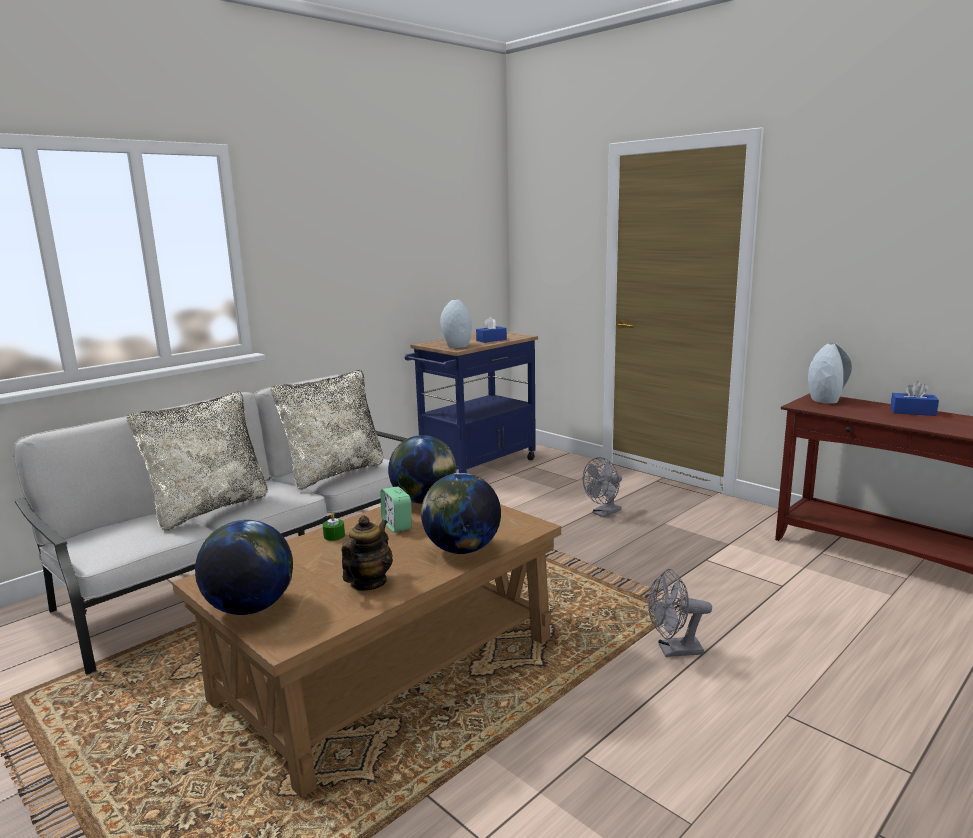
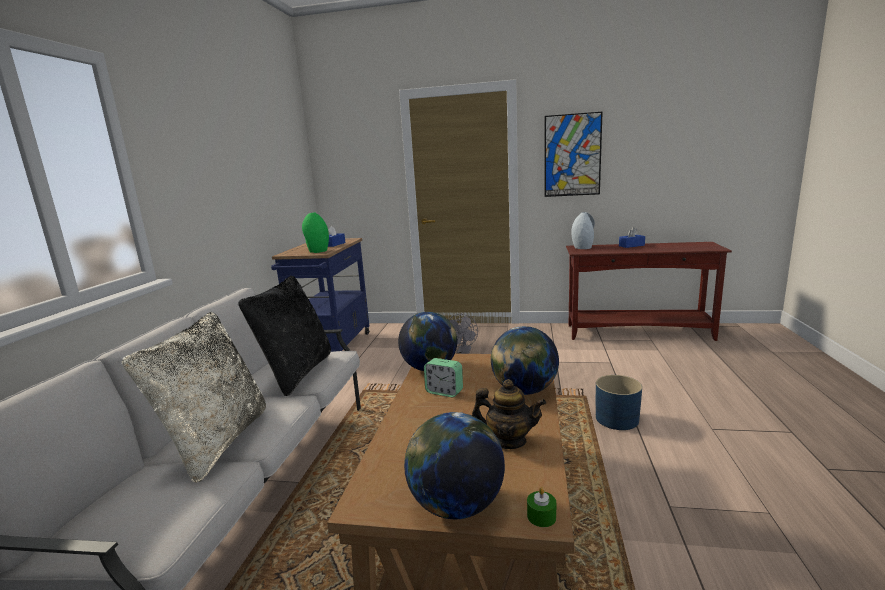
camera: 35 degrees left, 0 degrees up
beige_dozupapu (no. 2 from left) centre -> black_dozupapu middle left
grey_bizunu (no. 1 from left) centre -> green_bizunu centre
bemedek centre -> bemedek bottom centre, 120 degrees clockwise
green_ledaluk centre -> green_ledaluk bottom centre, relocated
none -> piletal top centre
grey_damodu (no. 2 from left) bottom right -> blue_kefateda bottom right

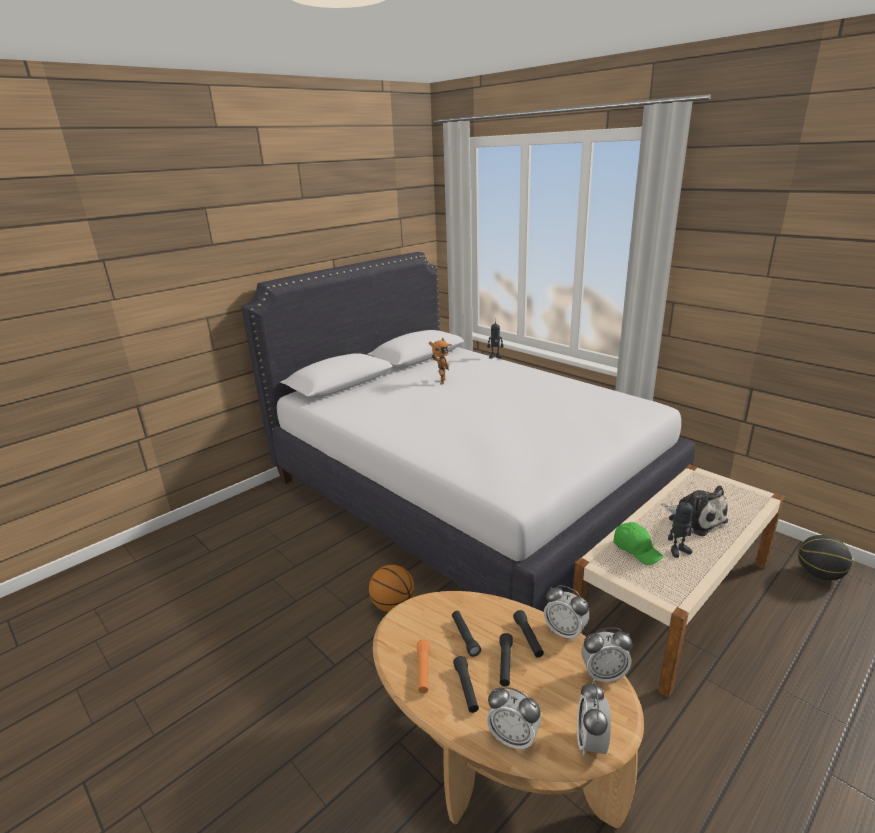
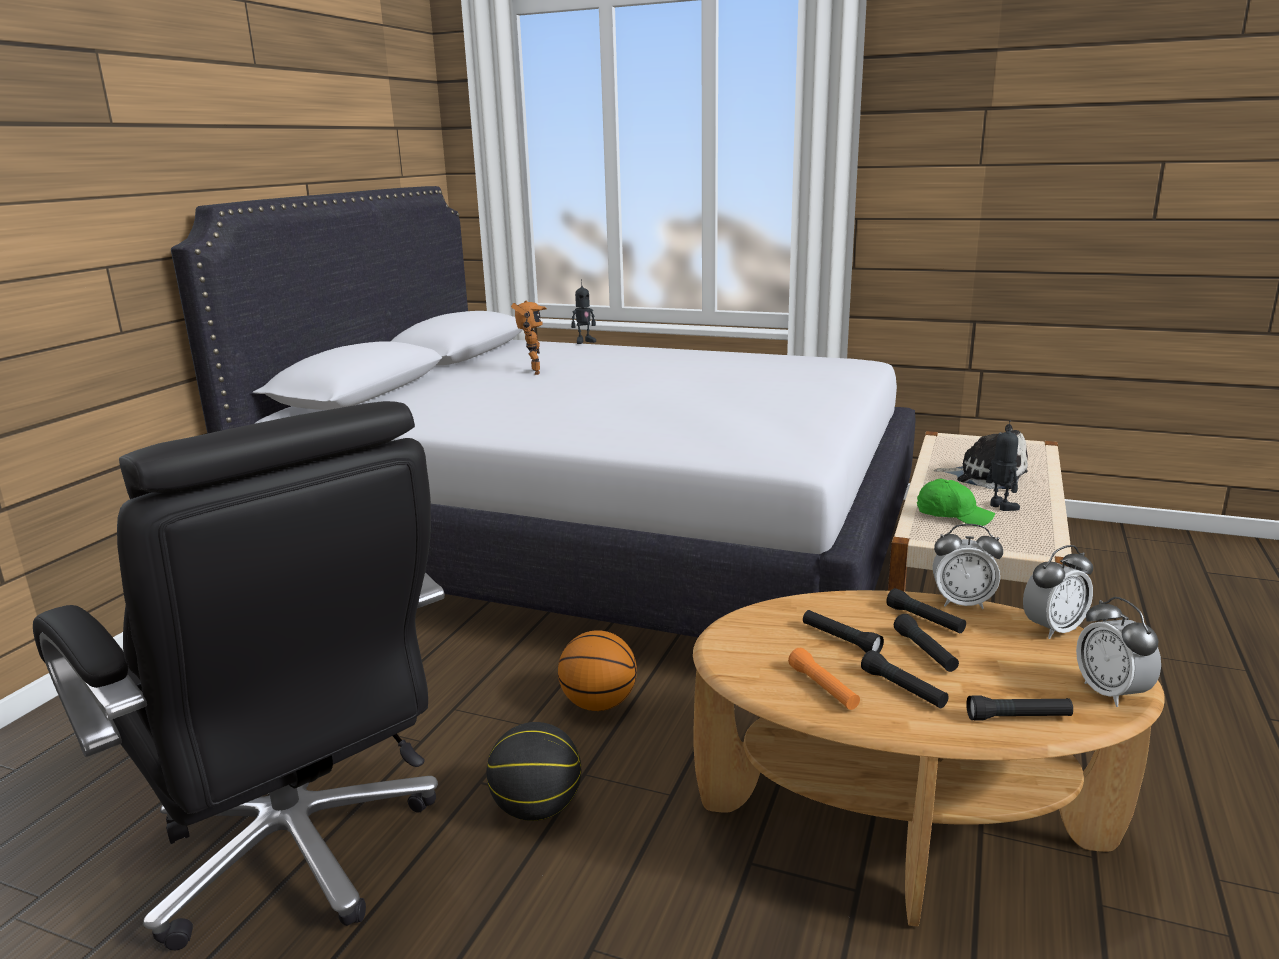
camera: 25 degrees left, 5 degrees down
none -> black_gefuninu bottom left
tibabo (no. 2 from left in the first image) bottom right -> tibabo (no. 1 from left) bottom centre, relocated
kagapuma (no. 1 from left) bottom centre -> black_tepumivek (no. 5 from left) bottom right
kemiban (no. 3 from left) middle right, 75 degrees counterclockwise

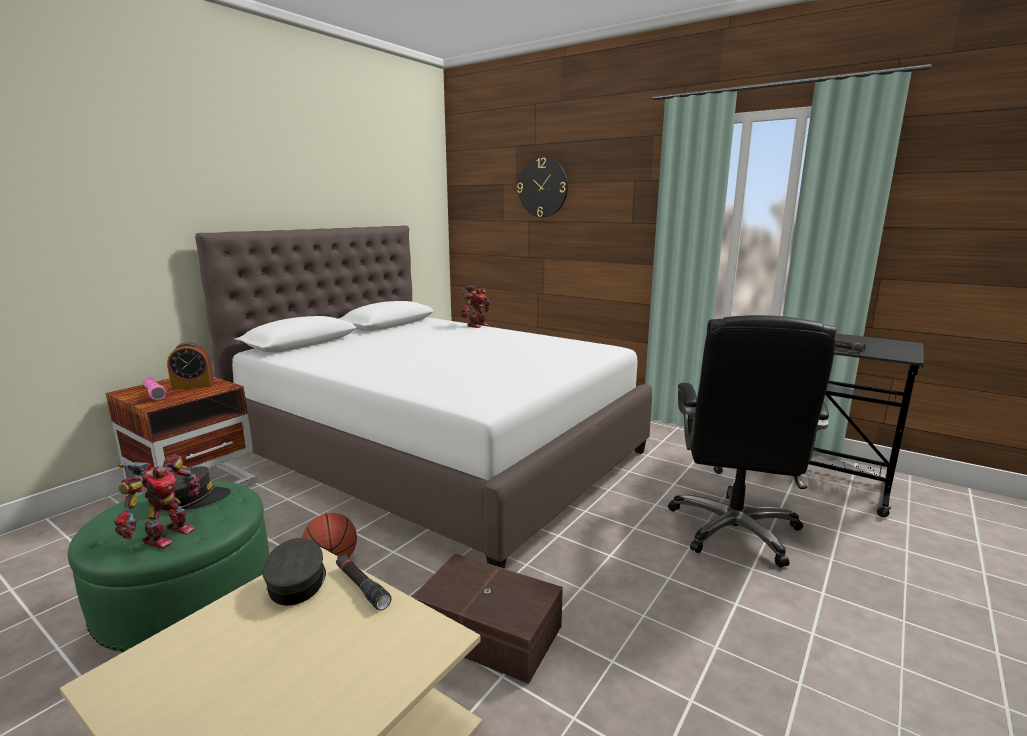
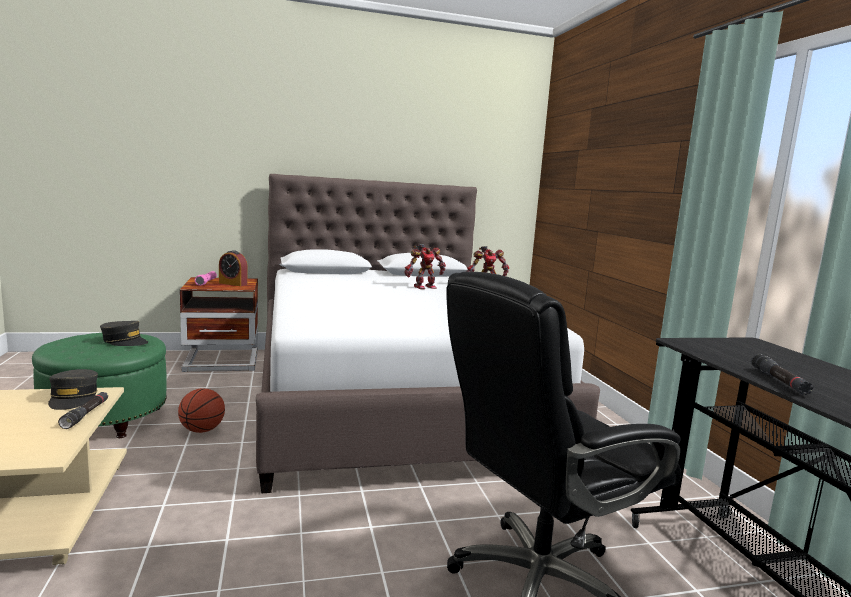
camera: 40 degrees right, 5 degrees down
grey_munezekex (no. 2 from left in the first image) bottom left -> grey_munezekex (no. 1 from left) middle left, 135 degrees clockwise
kemiban (no. 1 from left) bottom left -> kemiban (no. 1 from left) centre, relocated
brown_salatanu bottom centre -> none
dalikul top centre -> none

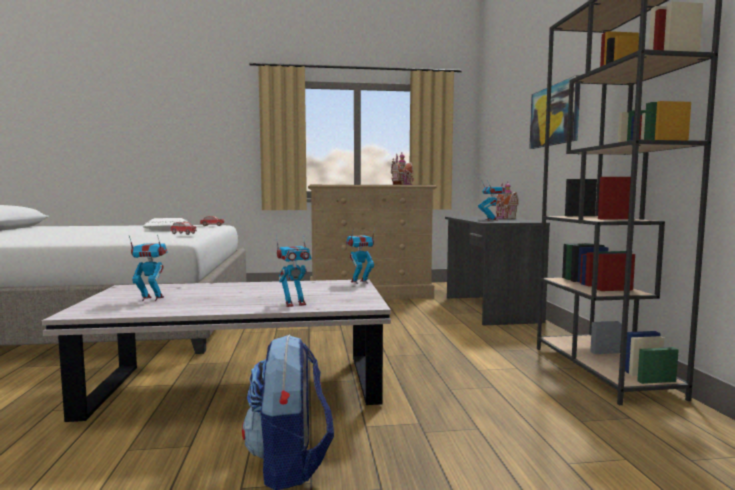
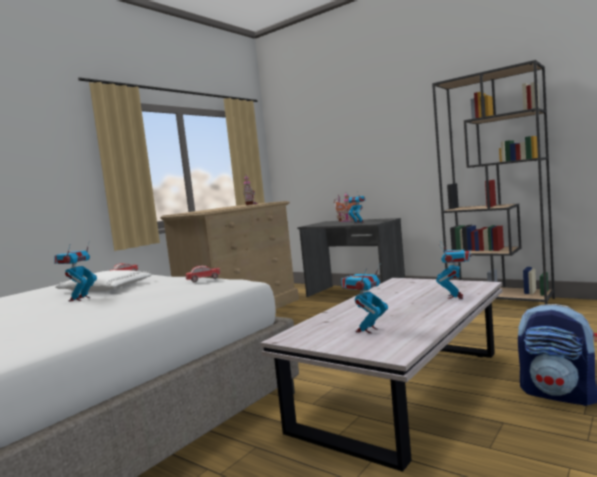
camera: 45 degrees left, 0 degrees up
kemiban (no. 3 from left in the first image) centre -> kemiban (no. 1 from left) middle left, relocated
piletal top right -> none

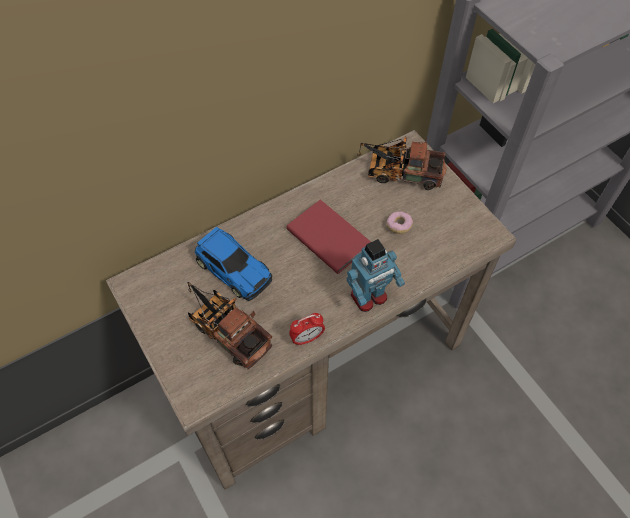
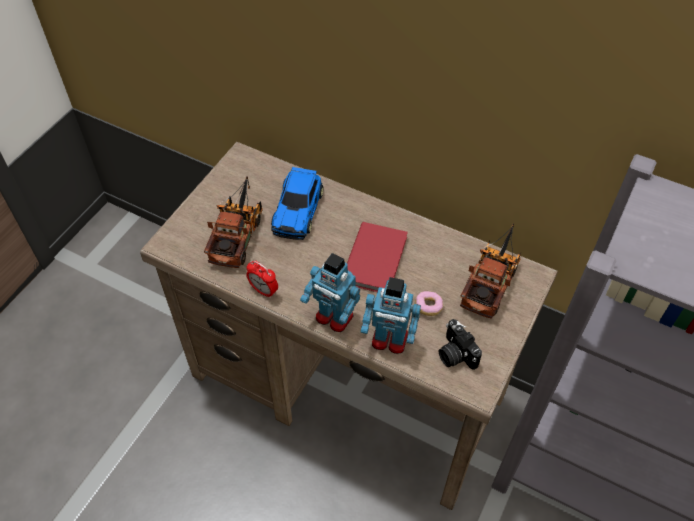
camera: 60 degrees right, 5 degrees down
none -> kemiban (no. 2 from left) centre
none -> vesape centre
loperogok (no. 2 from left) top centre -> loperogok (no. 2 from left) middle right, 45 degrees clockwise

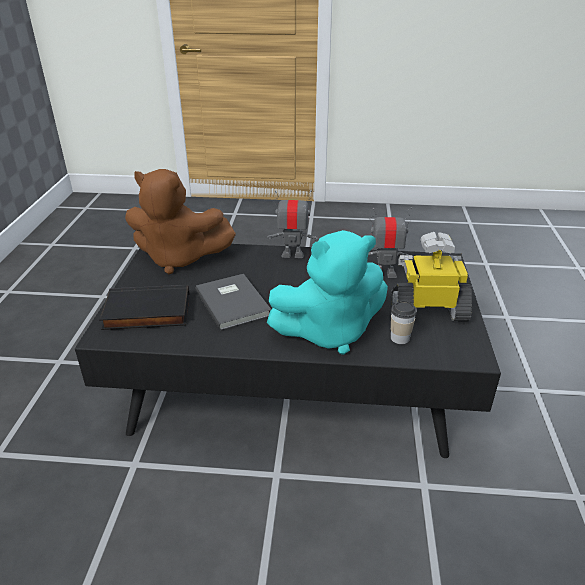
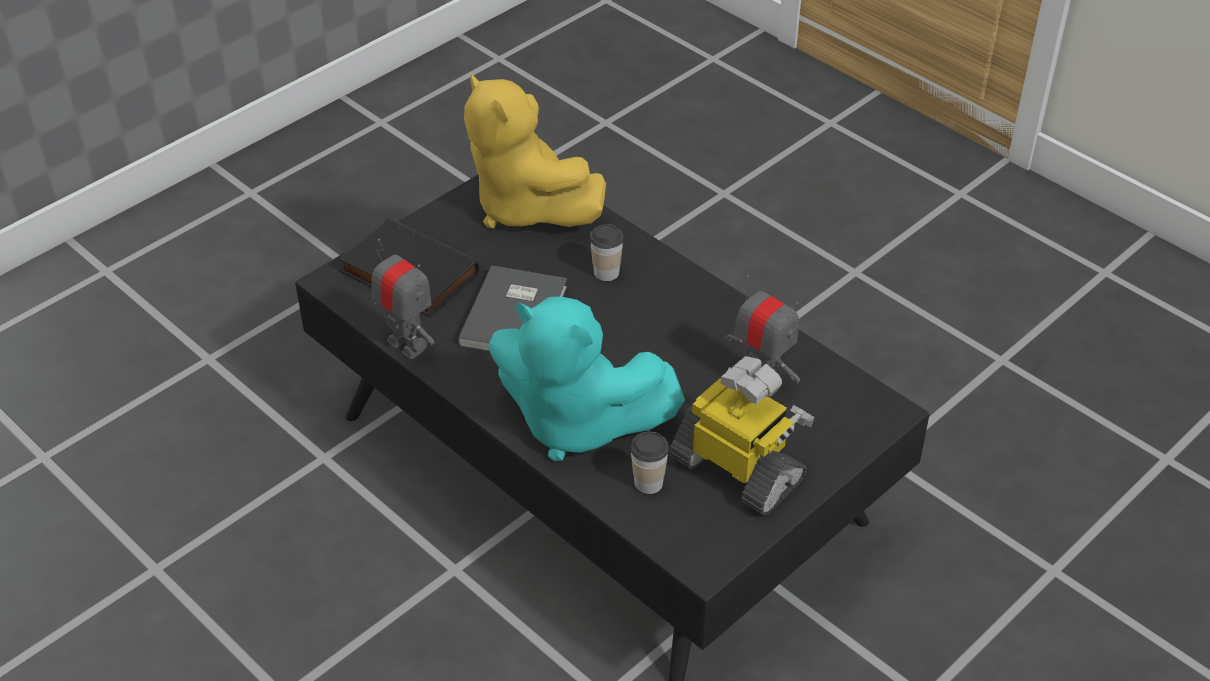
camera: 40 degrees right, 10 degrees up
kemiban (no. 1 from left) centre -> kemiban (no. 1 from left) middle left, relocated
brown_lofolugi middle left -> yellow_lofolugi top centre
none -> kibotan (no. 1 from left) centre

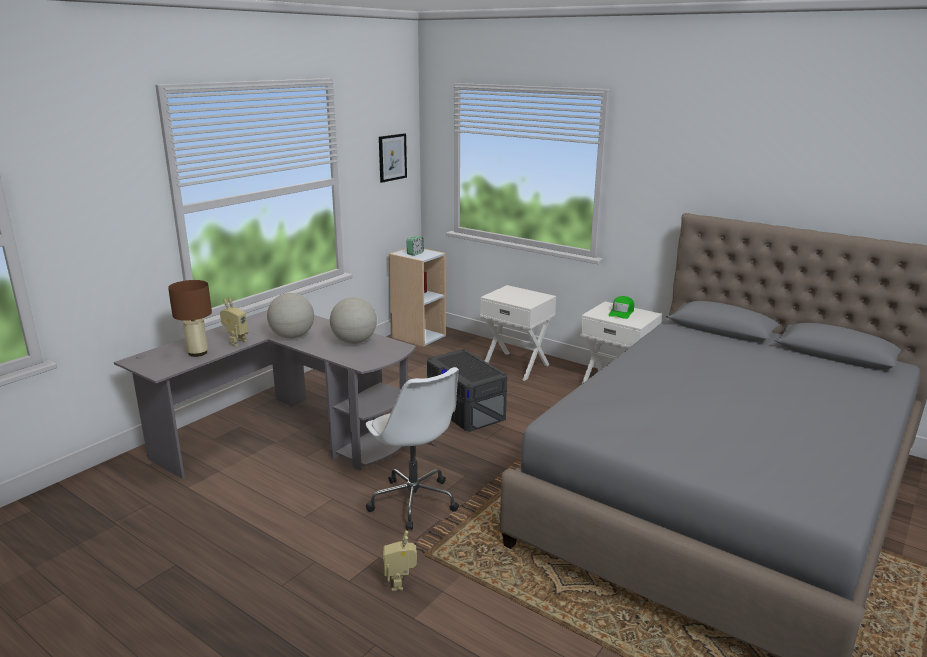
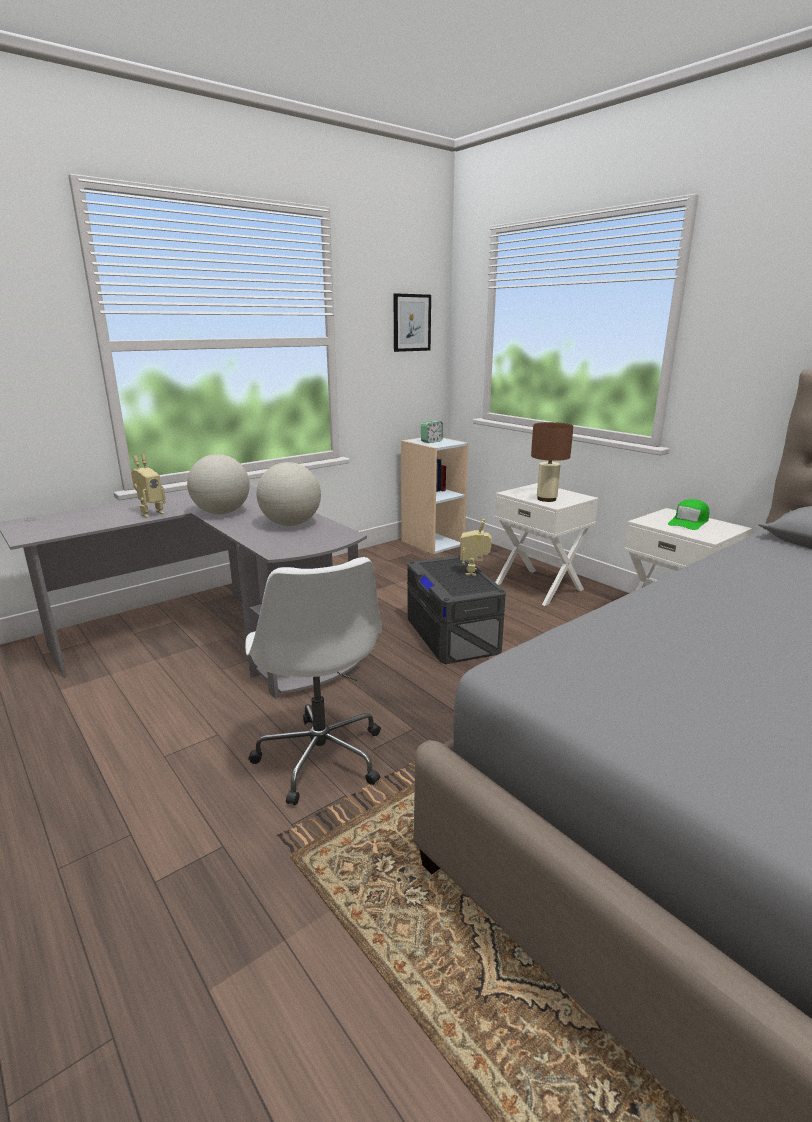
camera: 15 degrees right, 0 degrees up
kemiban (no. 2 from left) bottom centre -> kemiban (no. 2 from left) centre, relocated
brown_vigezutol middle left -> brown_vigezutol middle right, relocated

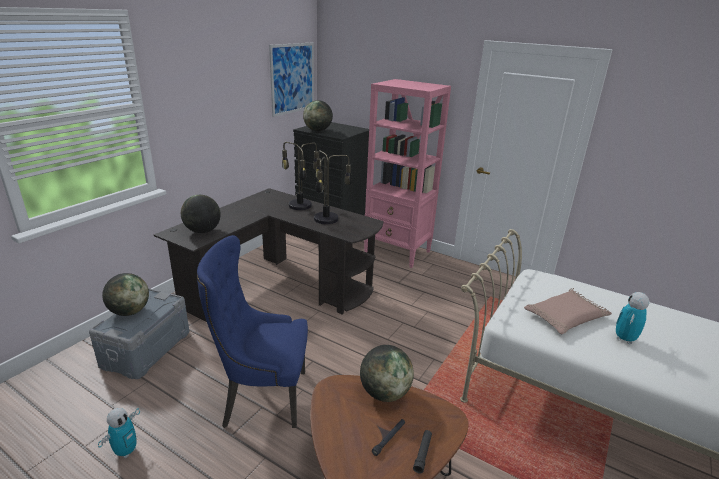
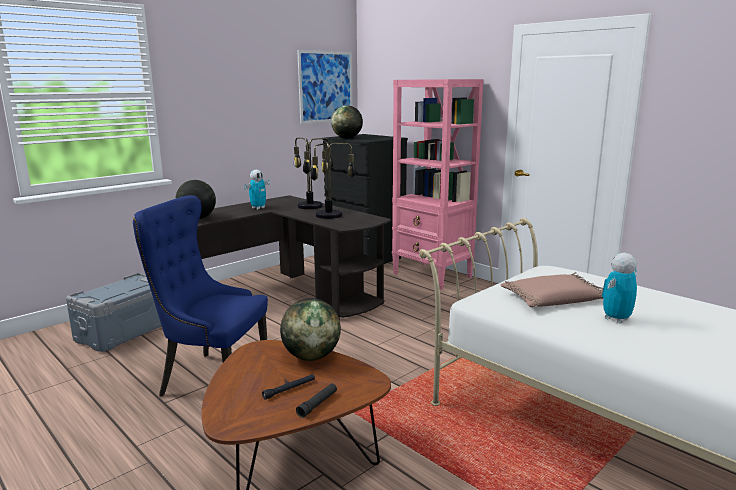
camera: 15 degrees right, 10 degrees down
kemiban (no. 1 from left) bottom left -> kemiban (no. 1 from left) centre, relocated
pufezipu (no. 1 from left) middle left -> none

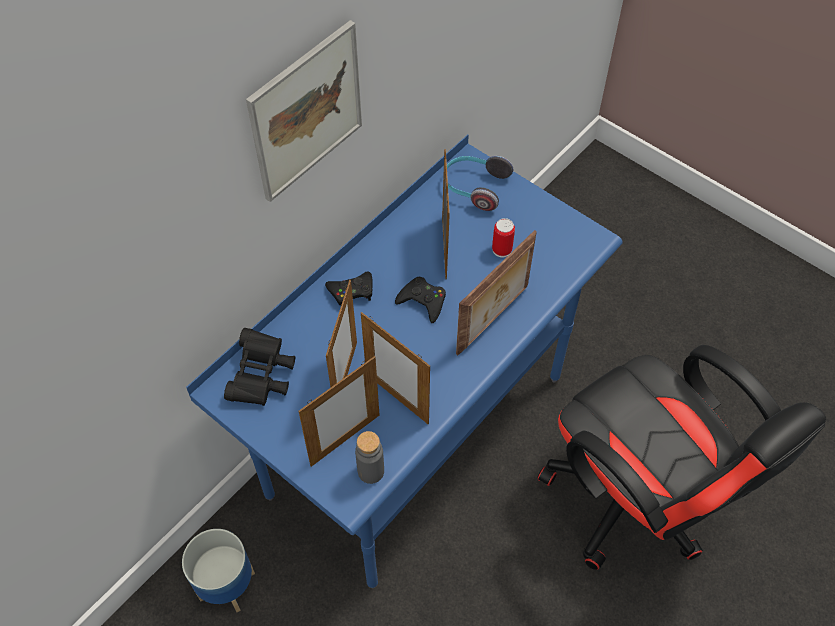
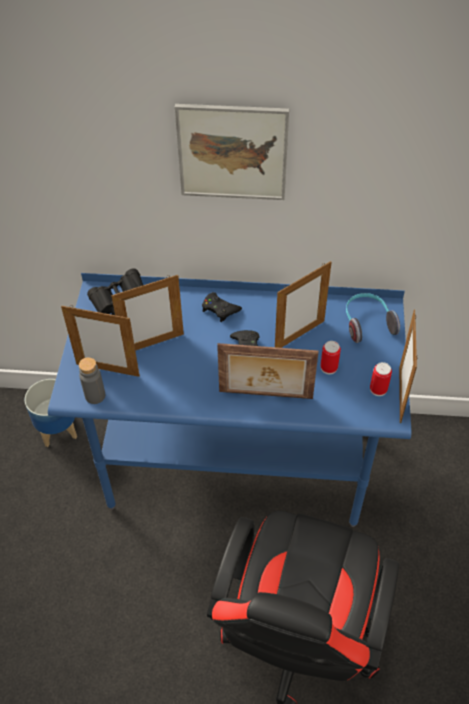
camera: 55 degrees right, 5 degrees down
none -> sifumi (no. 2 from left) middle right
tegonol (no. 3 from left in the first image) centre -> tegonol (no. 5 from left) middle right, relocated

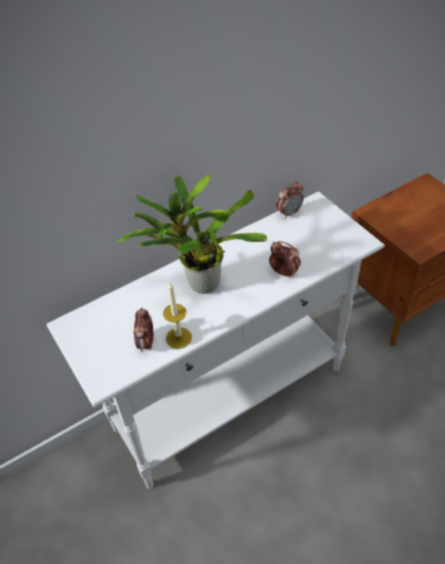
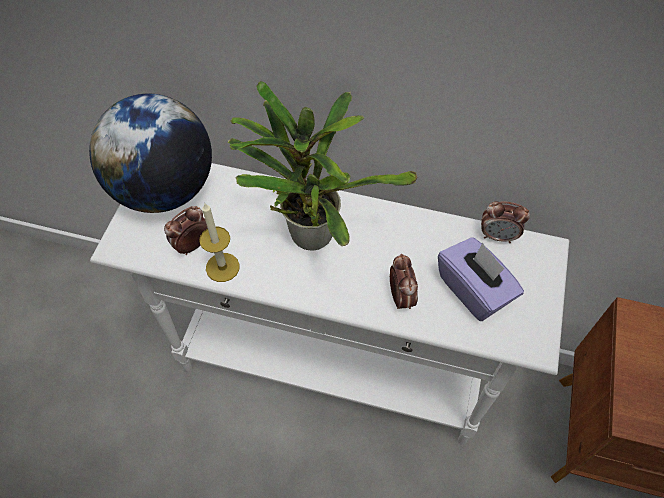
camera: 45 degrees right, 10 degrees up
none -> pufezipu top left
none -> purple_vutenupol middle right

